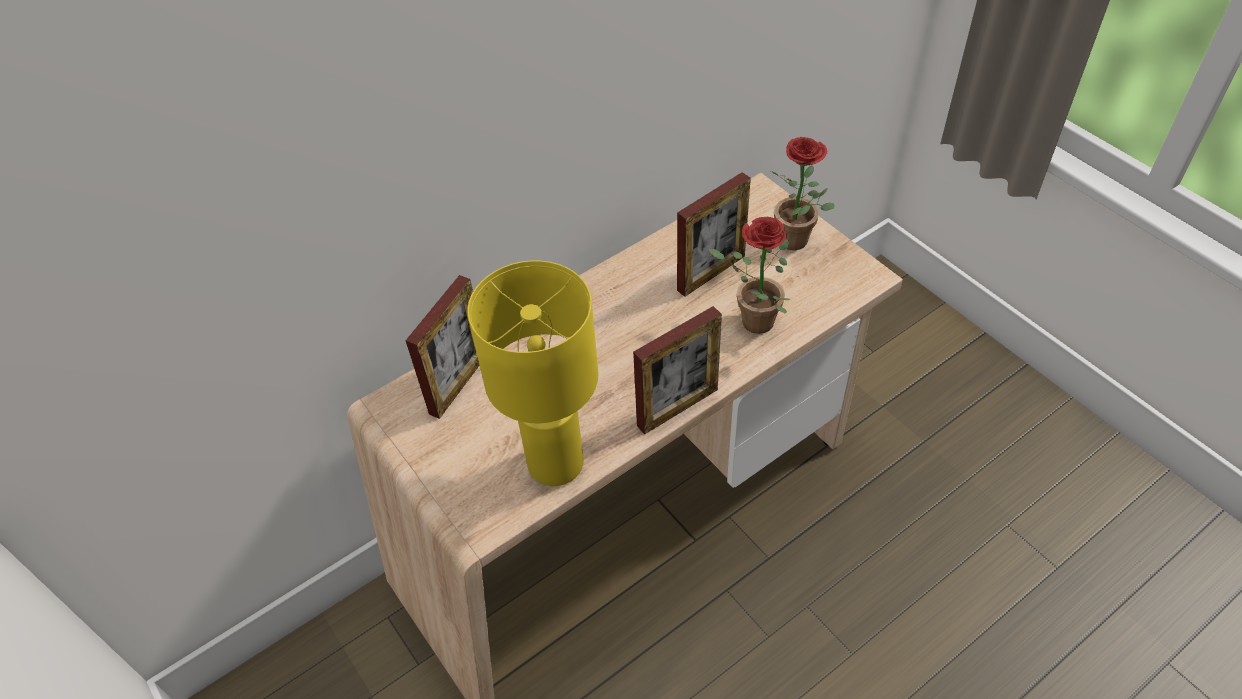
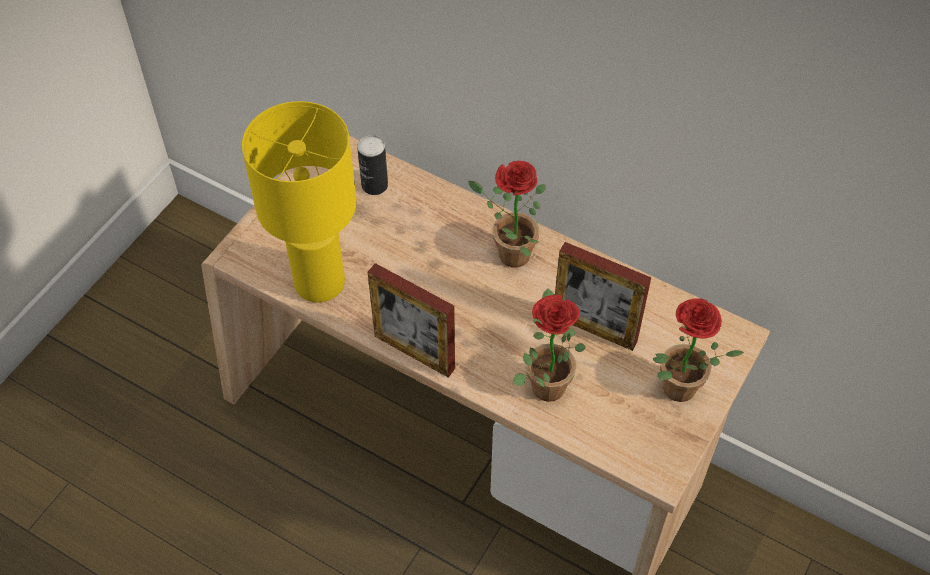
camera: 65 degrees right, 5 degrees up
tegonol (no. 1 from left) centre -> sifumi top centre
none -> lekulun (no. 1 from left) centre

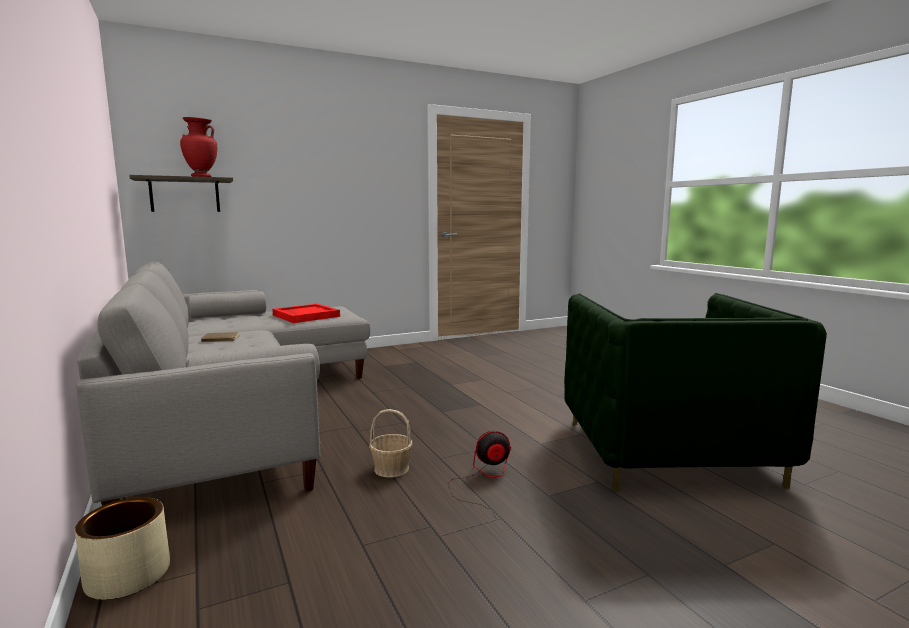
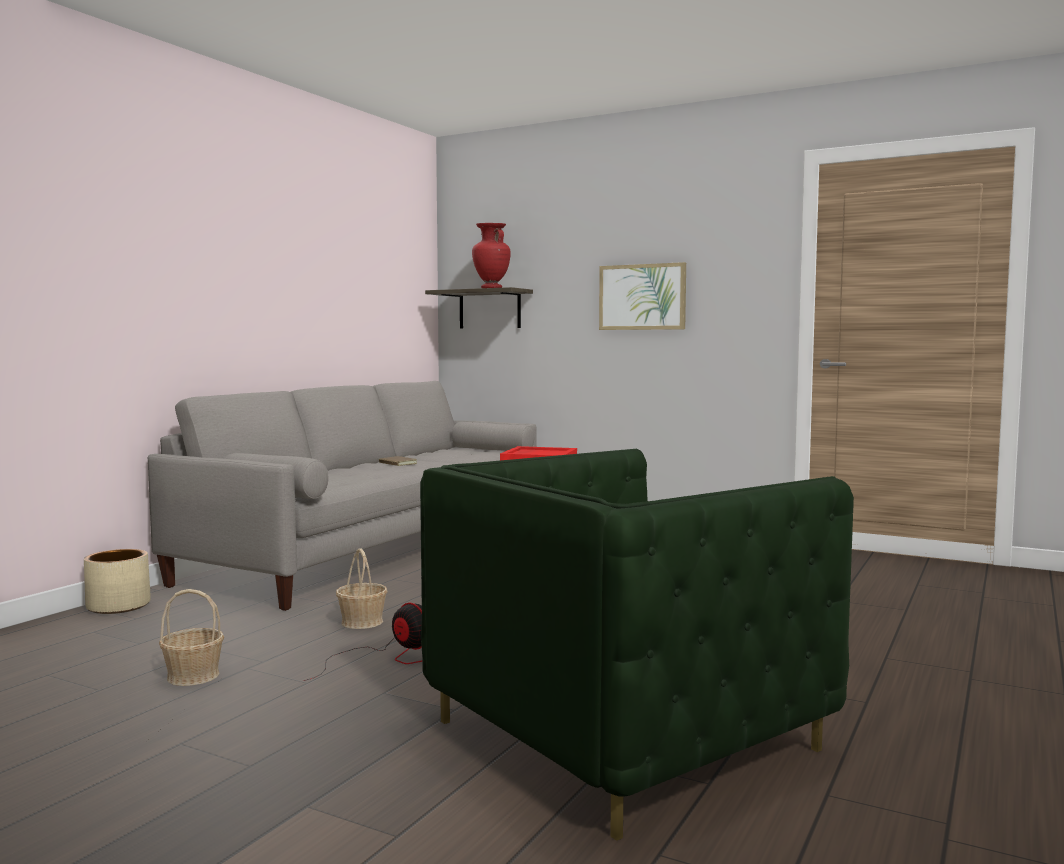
camera: 55 degrees right, 5 degrees down
none -> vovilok (no. 1 from left) bottom left
none -> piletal centre

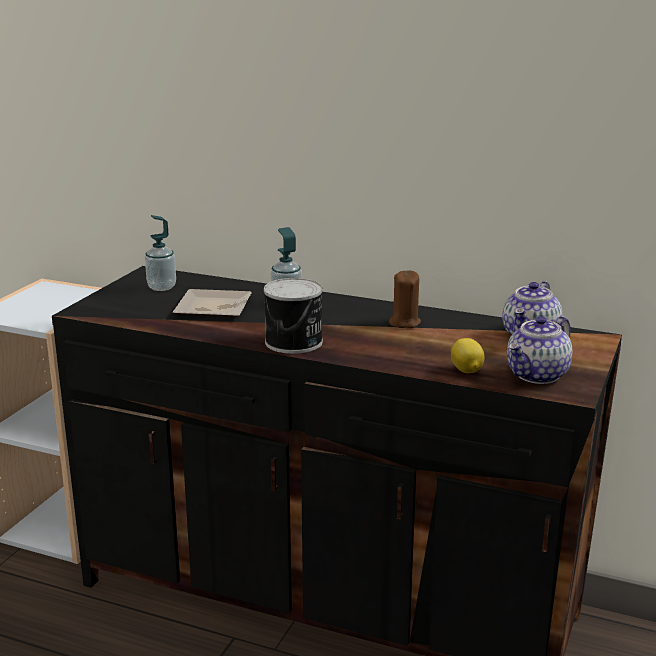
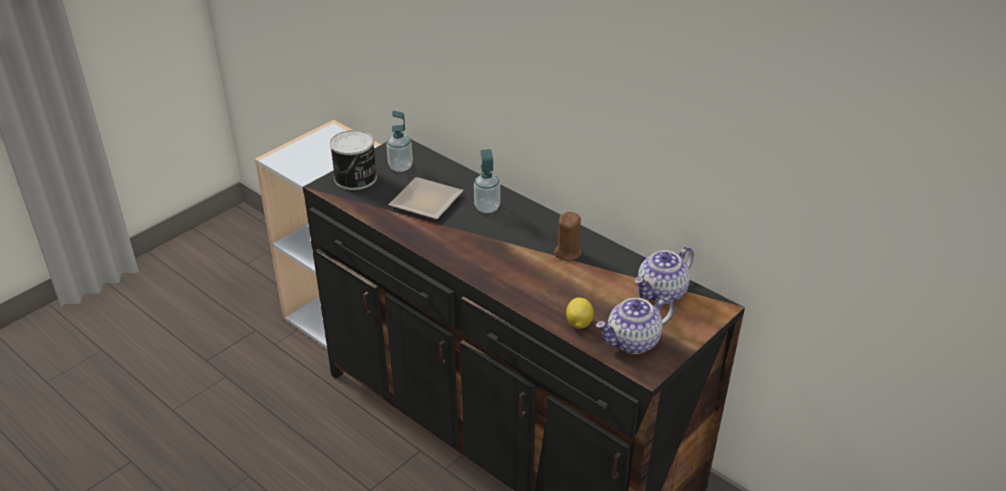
camera: 20 degrees right, 15 degrees up
sifumi centre -> sifumi top centre, relocated

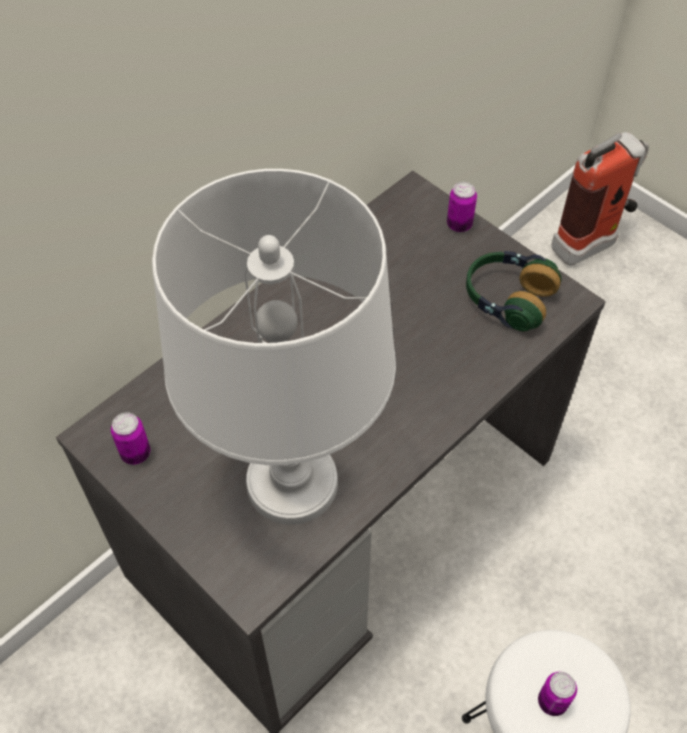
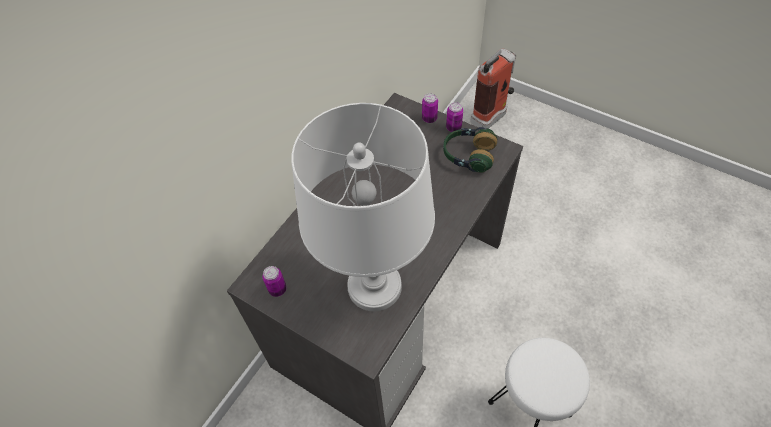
camera: 10 degrees left, 0 degrees up
sifumi (no. 3 from left) bottom right -> sifumi (no. 3 from left) top centre, relocated

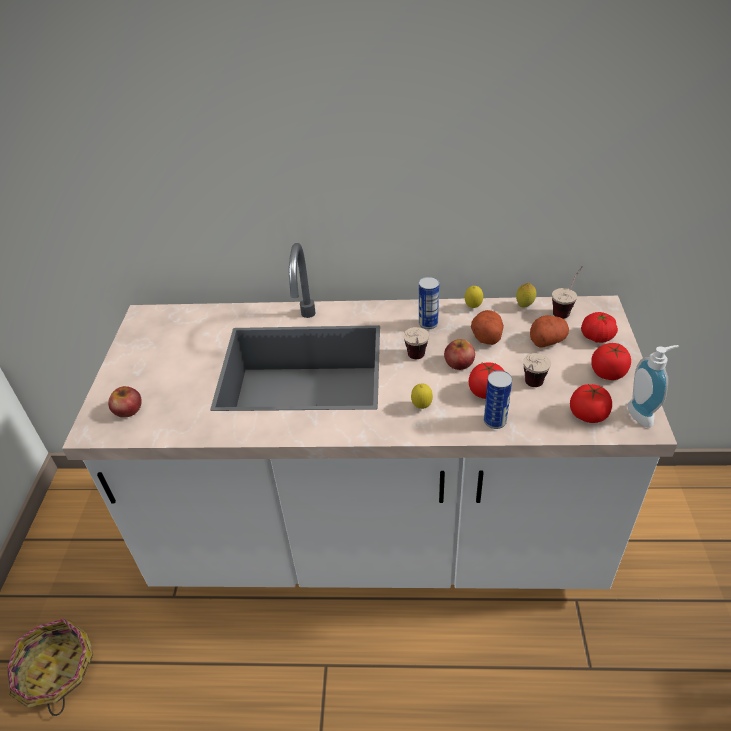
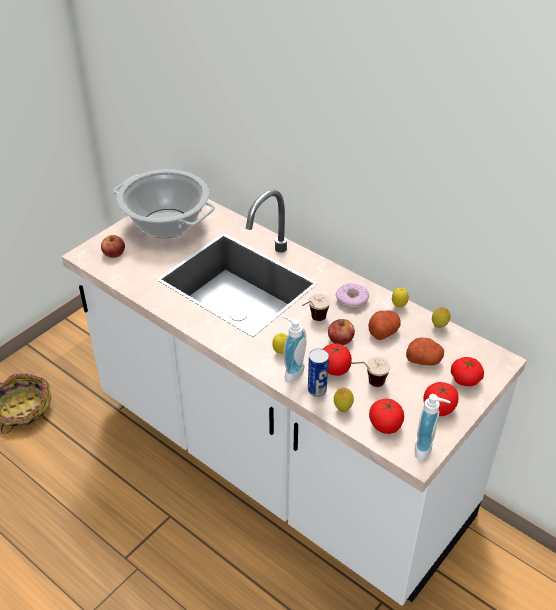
camera: 35 degrees right, 0 degrees up
none -> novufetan top left
none -> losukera (no. 1 from left) centre
none -> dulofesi (no. 2 from left) centre
sifumi (no. 1 from left) centre -> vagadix centre
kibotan (no. 3 from left) middle right -> none

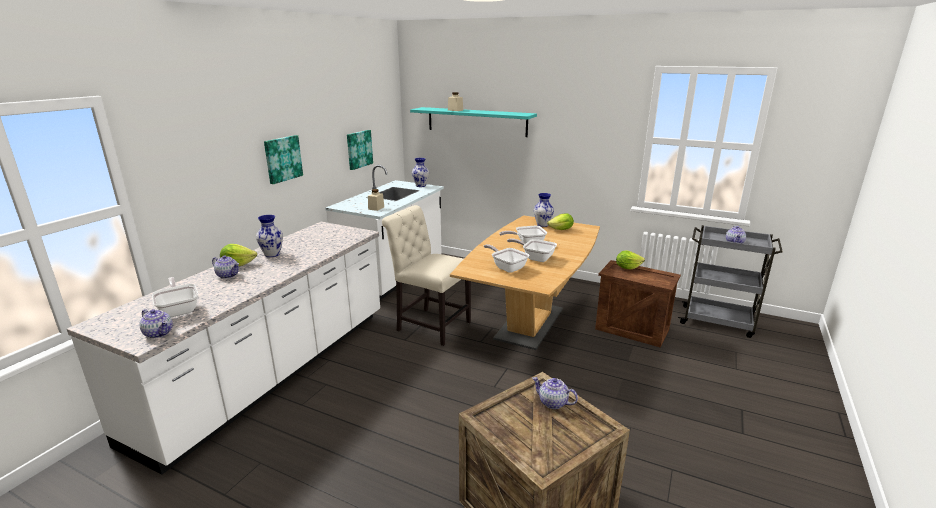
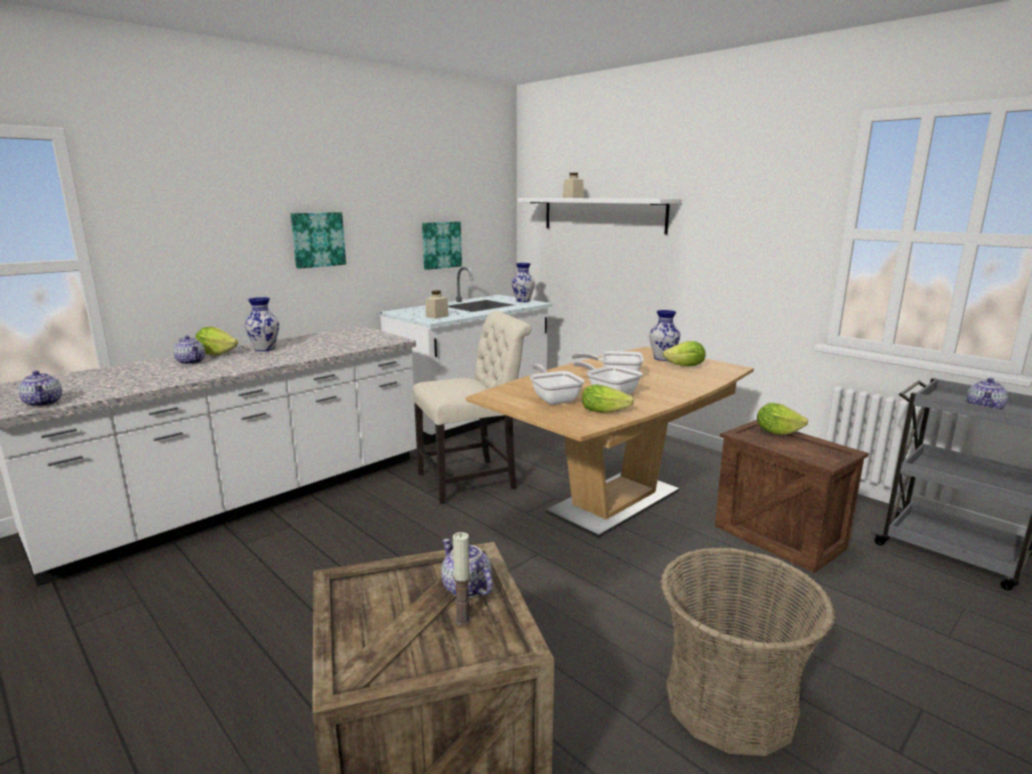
camera: 20 degrees right, 5 degrees down
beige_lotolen centre, 105 degrees clockwise
none -> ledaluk bottom centre
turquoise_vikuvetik top centre -> white_vikuvetik top centre
none -> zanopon (no. 2 from left) centre
none -> vovilok bottom right
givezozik (no. 1 from left) middle left -> none

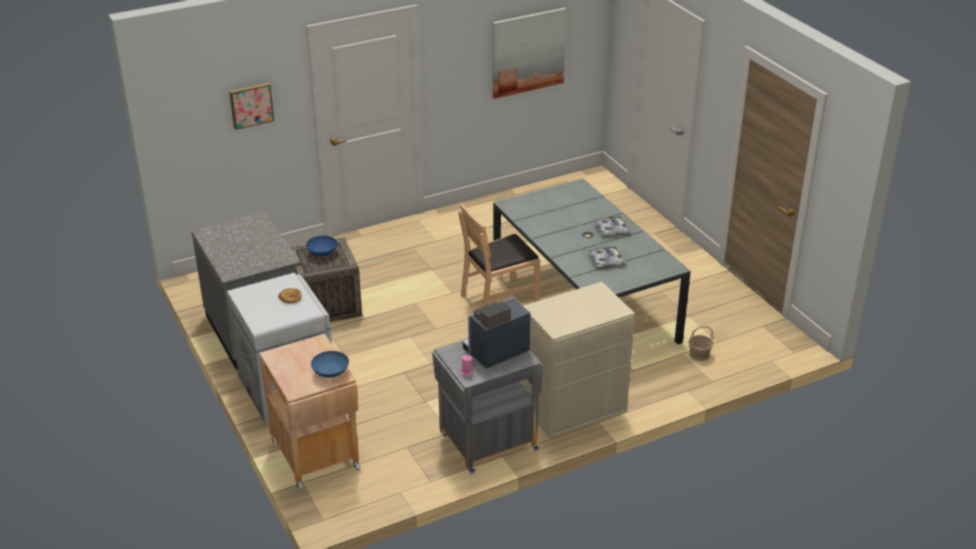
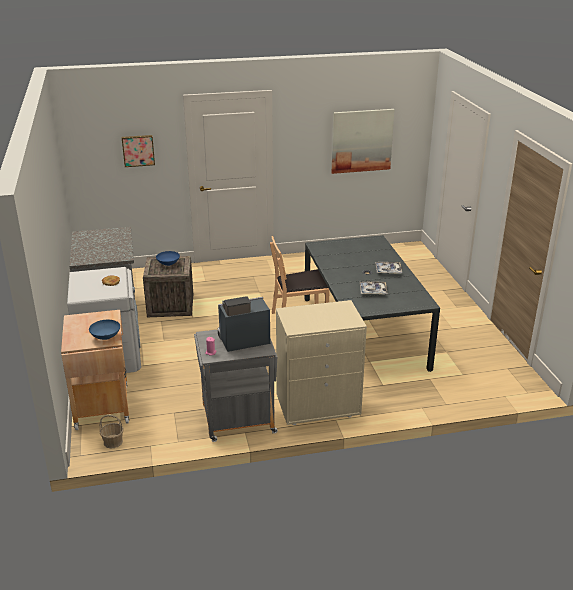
camera: 15 degrees right, 5 degrees down
vovilok middle right -> vovilok bottom left, relocated

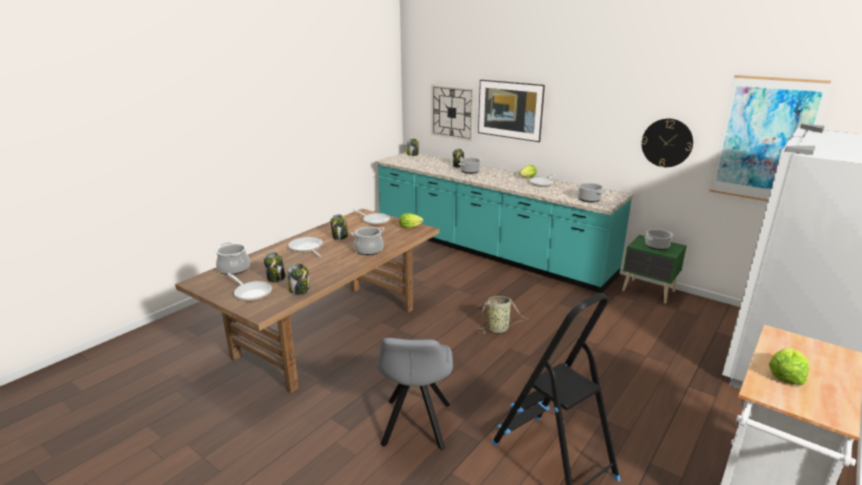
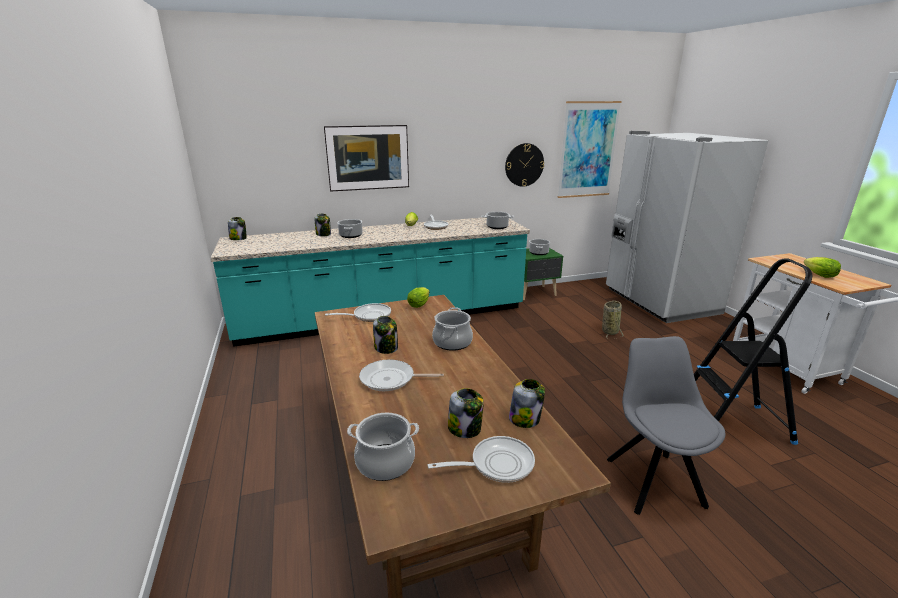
camera: 55 degrees left, 0 degrees up
vovilok centre -> vovilok middle right, relocated
grey_lotolen bottom centre -> grey_lotolen bottom right, 135 degrees counterclockwise
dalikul (no. 1 from left) top centre -> none

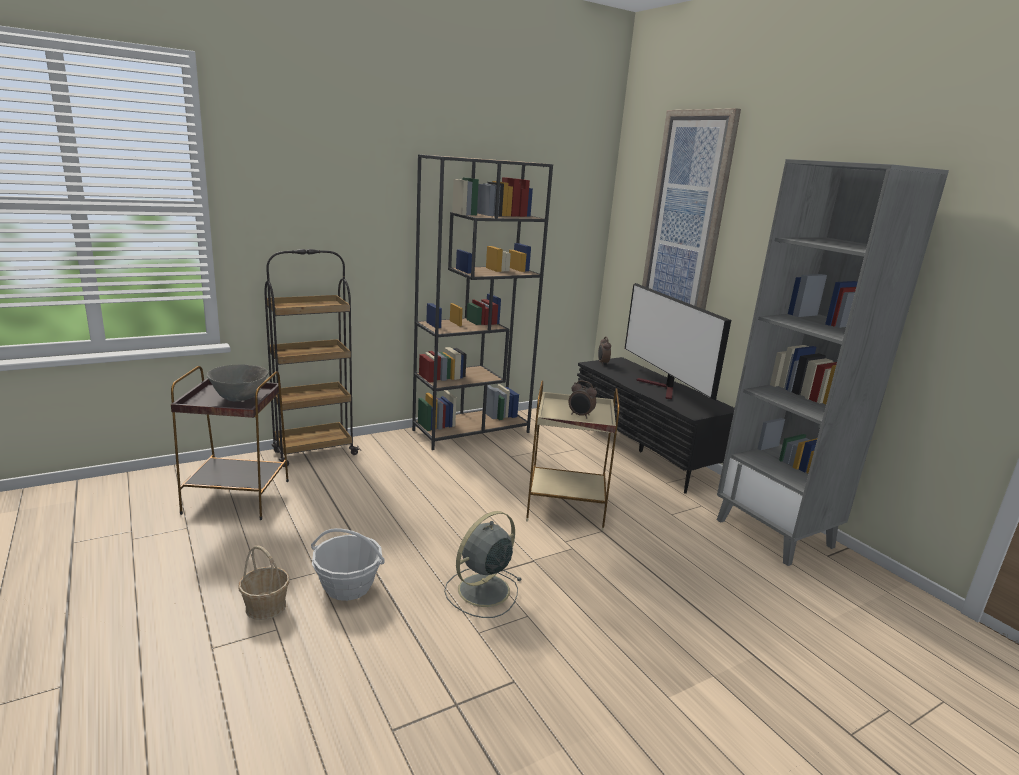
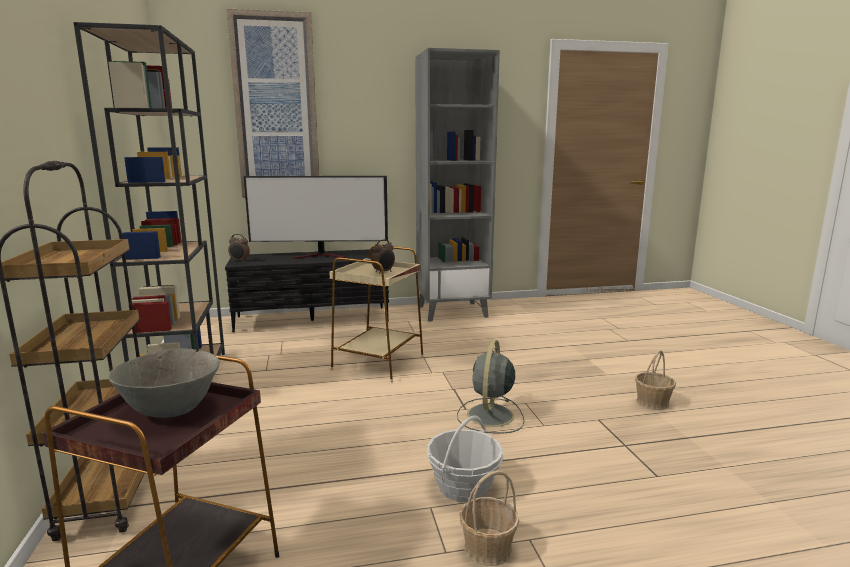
camera: 70 degrees left, 5 degrees down
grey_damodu bottom centre, 45 degrees clockwise
none -> vovilok (no. 3 from left) bottom right

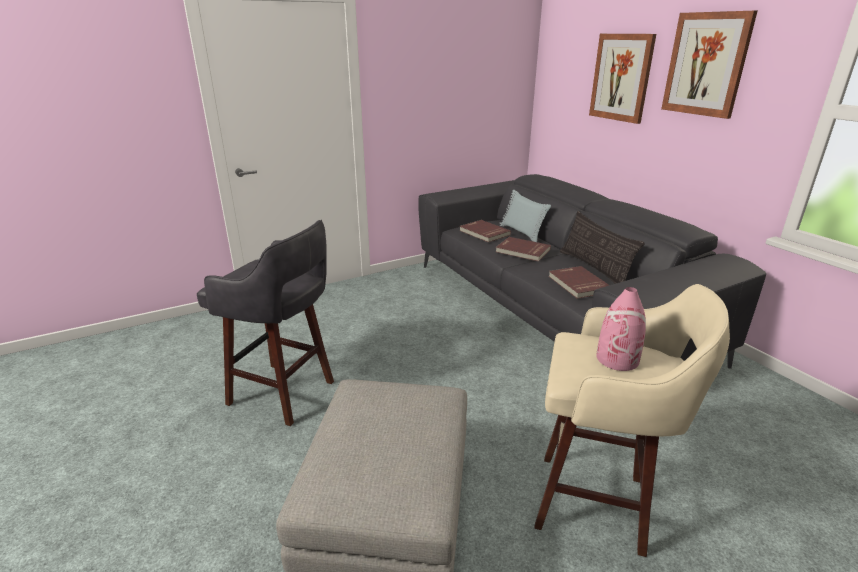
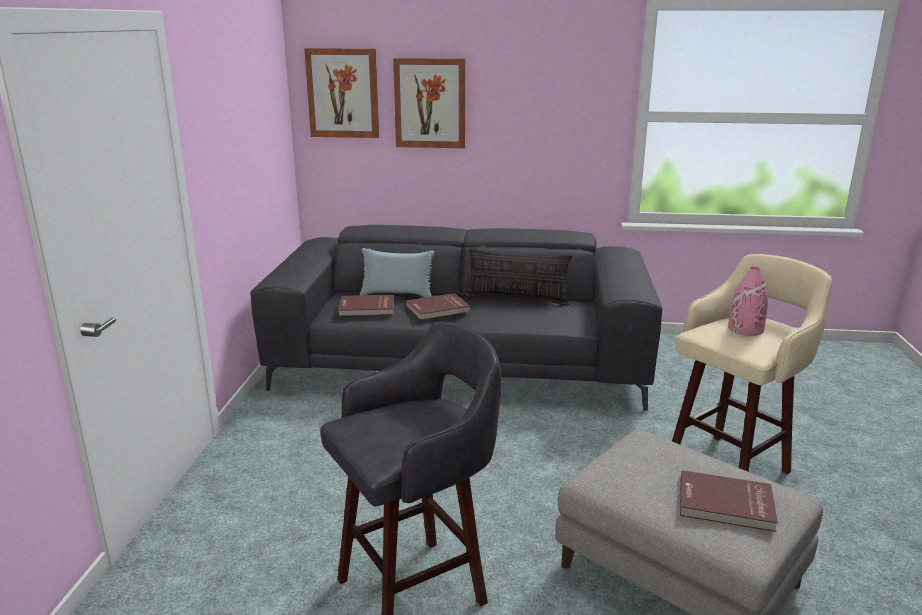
camera: 55 degrees left, 5 degrees down
piletal (no. 2 from left in the first image) top right -> piletal (no. 1 from left) top centre, relocated
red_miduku (no. 3 from left) middle right -> red_miduku (no. 3 from left) bottom right, relocated

